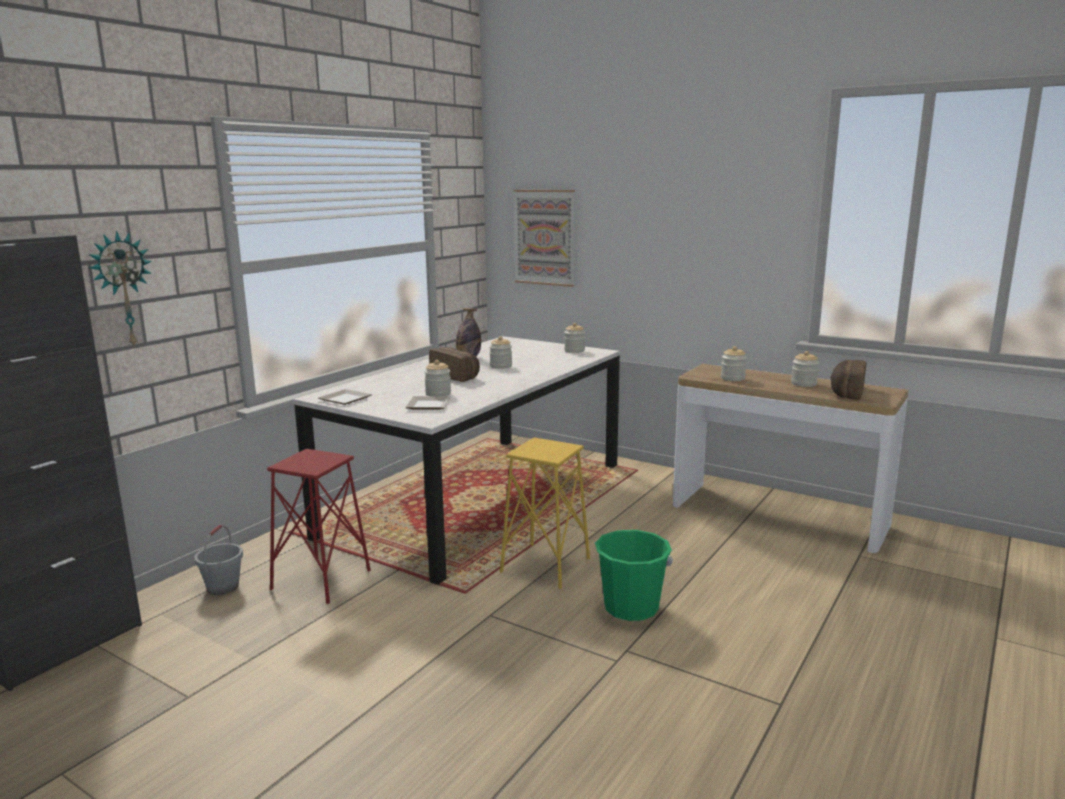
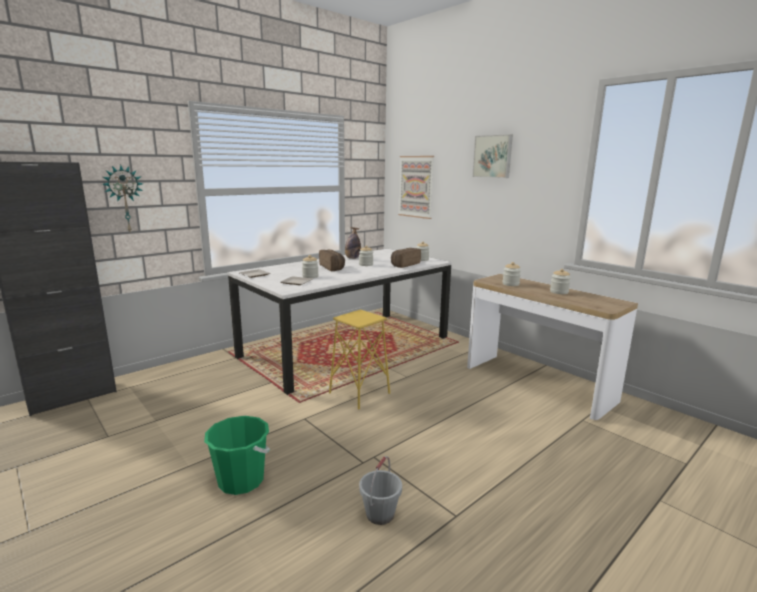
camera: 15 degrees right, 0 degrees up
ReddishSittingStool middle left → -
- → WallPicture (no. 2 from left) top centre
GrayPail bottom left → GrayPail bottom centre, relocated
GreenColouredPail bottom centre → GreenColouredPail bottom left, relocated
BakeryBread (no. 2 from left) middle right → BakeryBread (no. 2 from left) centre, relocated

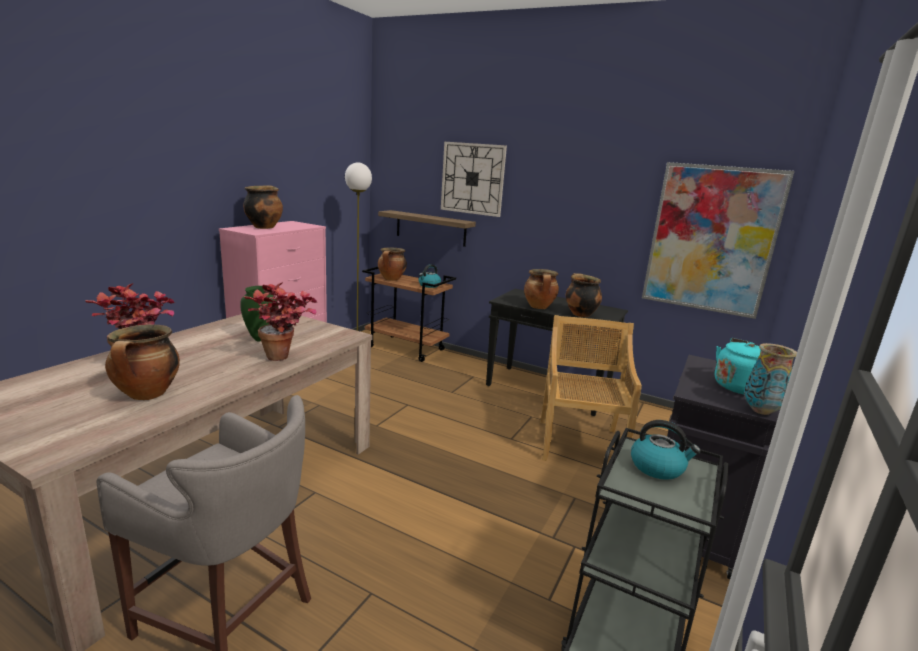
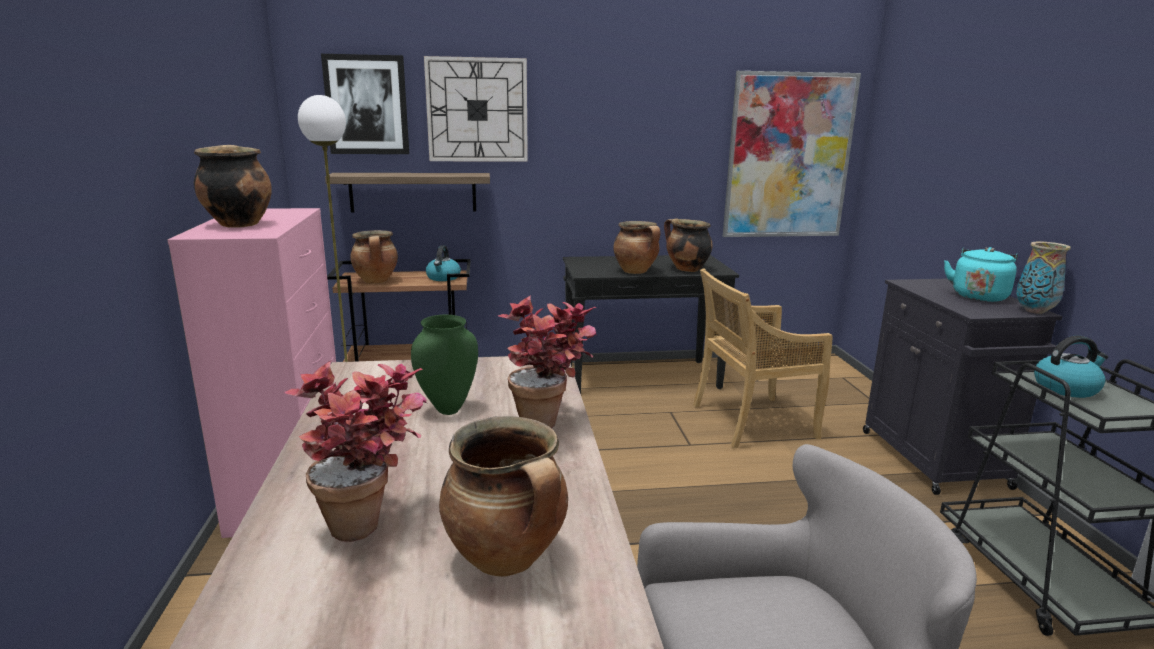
camera: 35 degrees left, 0 degrees up
- → WallPicture (no. 1 from left) top left
SandColouredUprightChair centre, 75 degrees counterclockwise

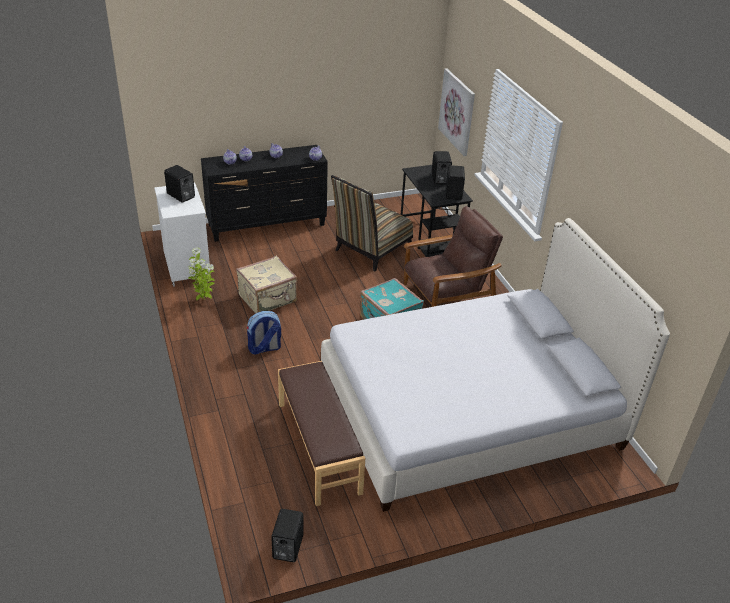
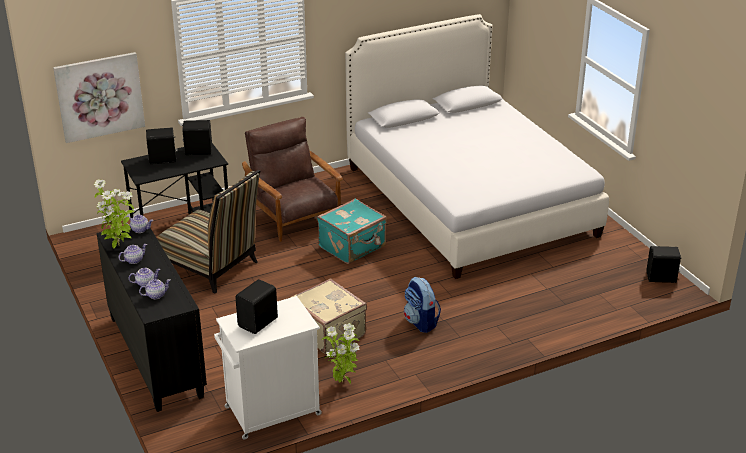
camera: 95 degrees left, 5 degrees down
BrownColouredLongSeat bottom centre → -
- → PottedPlant (no. 1 from left) middle left

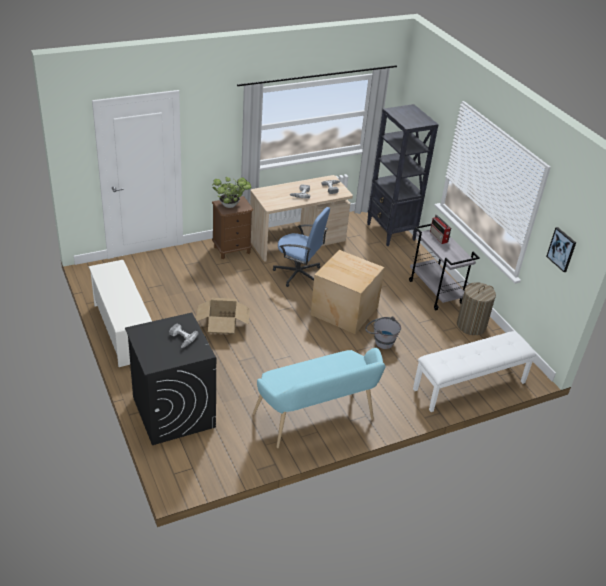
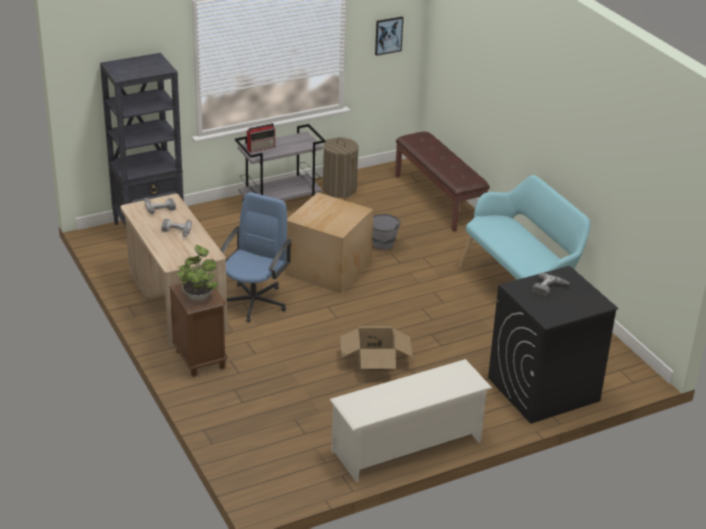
camera: 90 degrees left, 5 degrees down
WhiteColouredLongSeat middle right → BrownColouredLongSeat centre

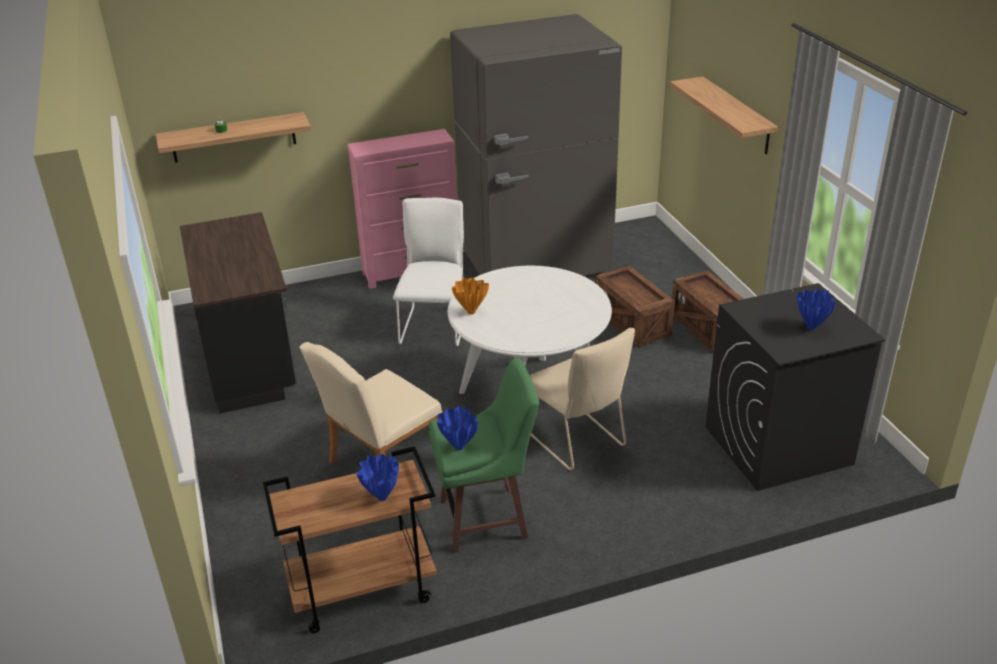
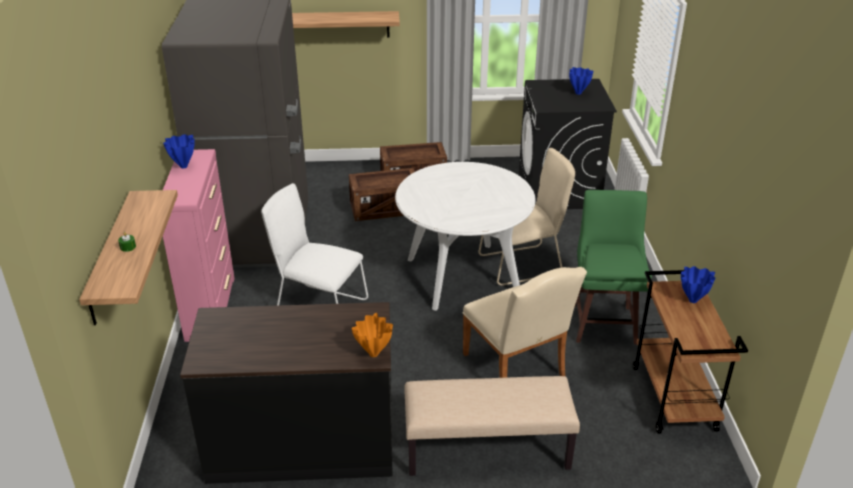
camera: 75 degrees left, 0 degrees up
- → SandColouredLongSeat bottom centre
BlueColouredFlowerVase (no. 2 from left in the first image) centre → BlueColouredFlowerVase (no. 1 from left) top left, relocated
OrangeyFlowerVase centre → OrangeyFlowerVase bottom centre, relocated

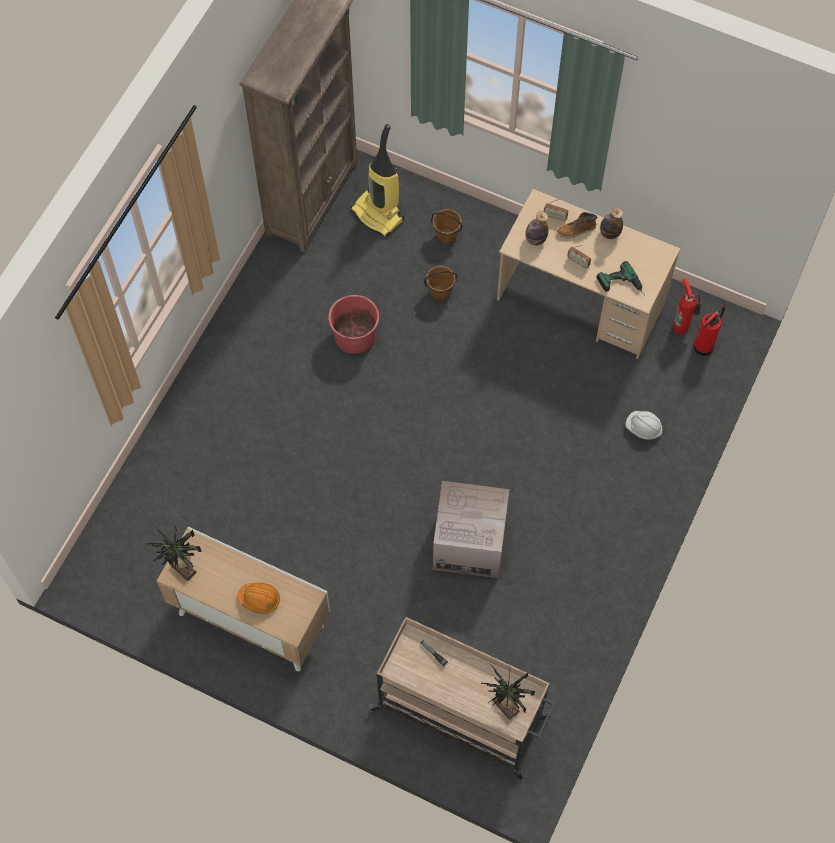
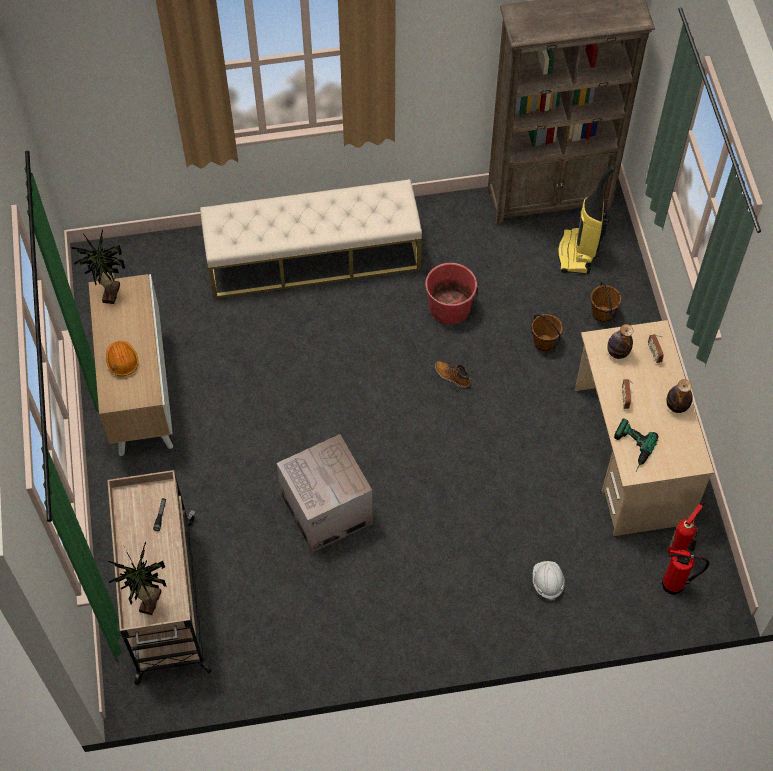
camera: 55 degrees right, 5 degrees down
- → SandColouredLongSeat top centre
TallBoot top right → TallBoot centre, relocated

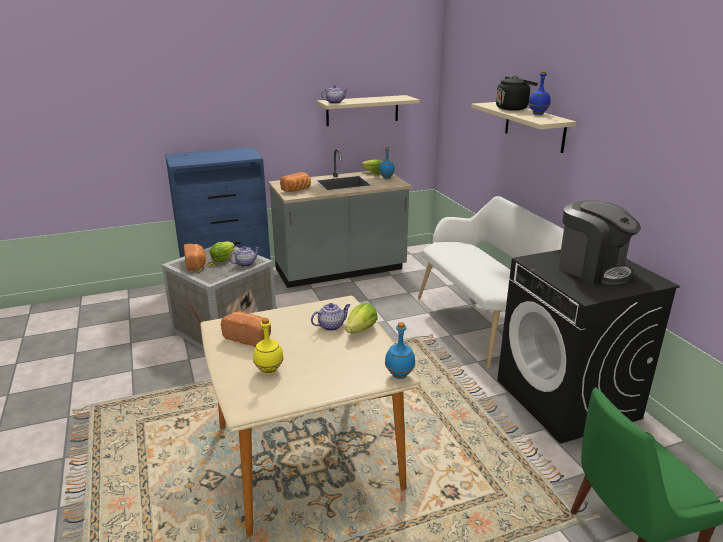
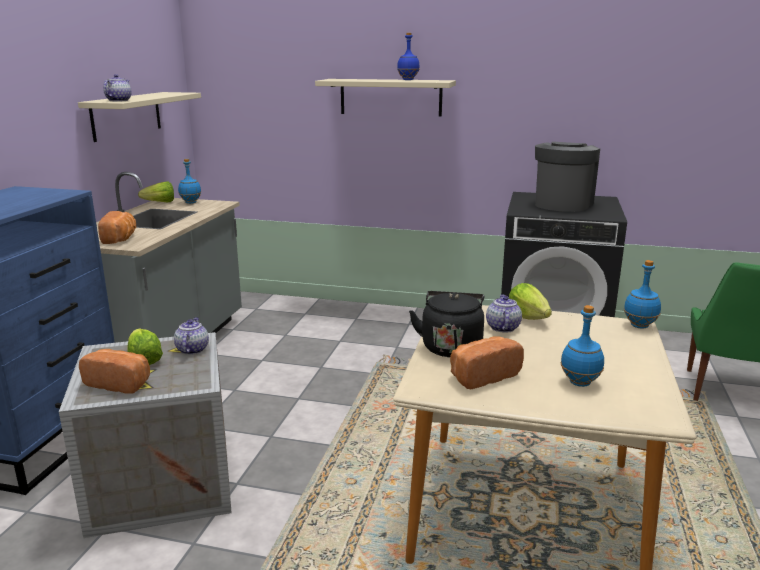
camera: 55 degrees left, 5 degrees down
WhiteColouredLongSeat middle right → -
BlackWaterKettle top right → BlackWaterKettle centre, relocated
YellowColouredDrinkBottle centre → BlueColouredDrinkBottle (no. 3 from left) middle right
CoffeeMaker middle right → CoffeeMaker top right, 60 degrees counterclockwise

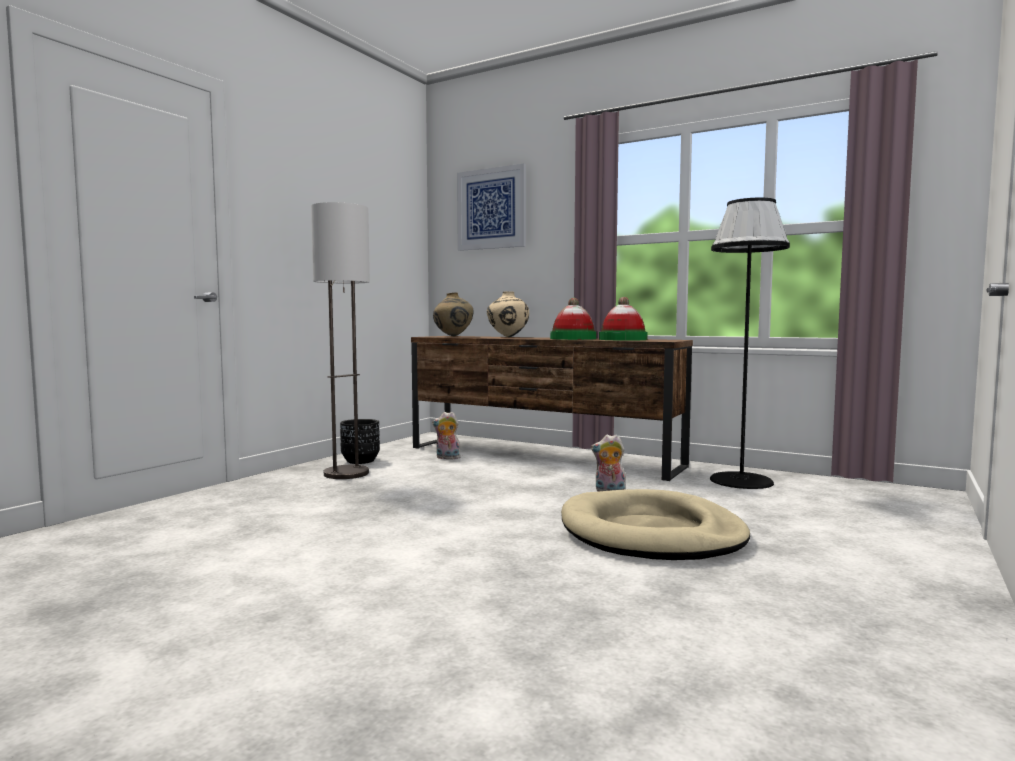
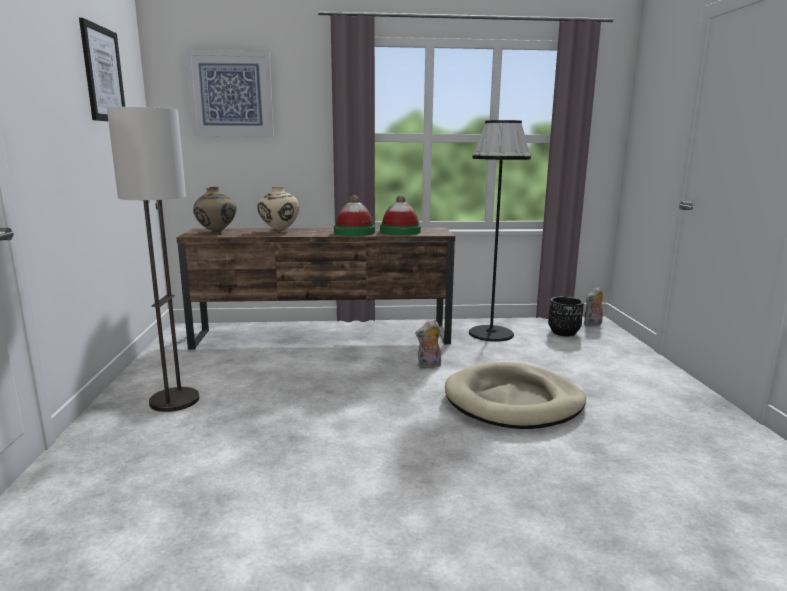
camera: 35 degrees left, 10 degrees up
- → WallPicture (no. 1 from left) top left
BlackFlowerPot centre → BlackFlowerPot middle right, relocated
CuddlyToy (no. 1 from left in the first image) centre → CuddlyToy (no. 2 from left) middle right, relocated

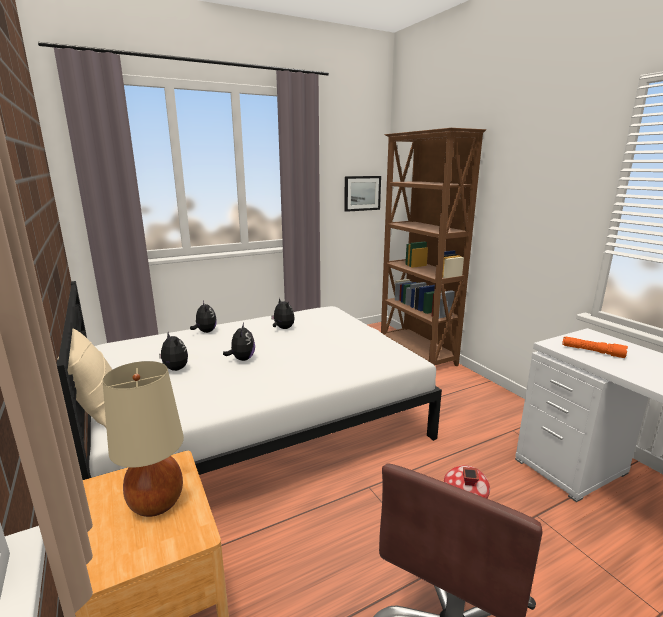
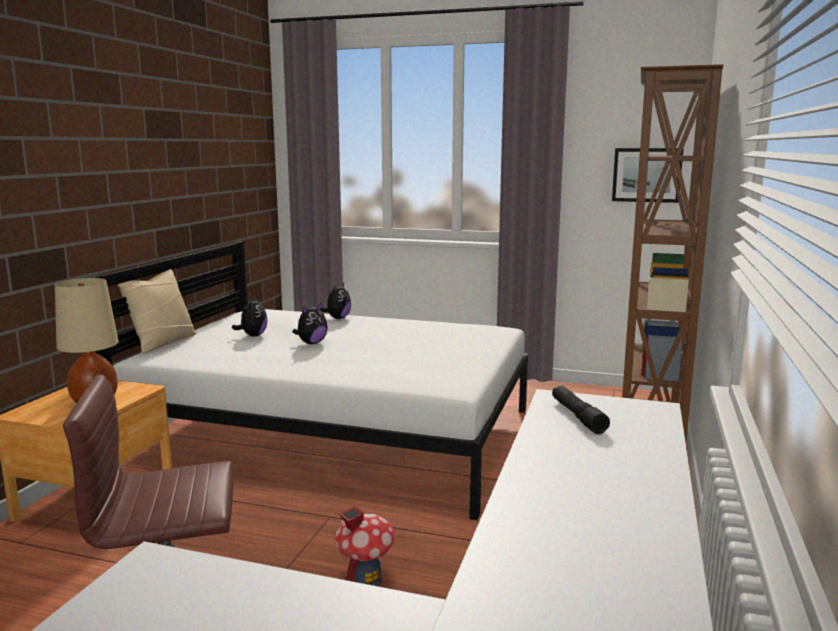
camera: 45 degrees right, 5 degrees down
CuddlyToy (no. 4 from left) centre → -
OrangeyTorch middle right → BlackTorch middle right

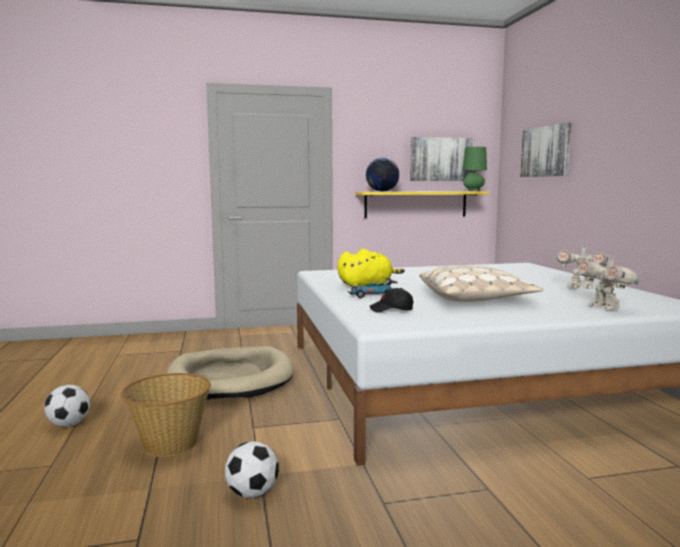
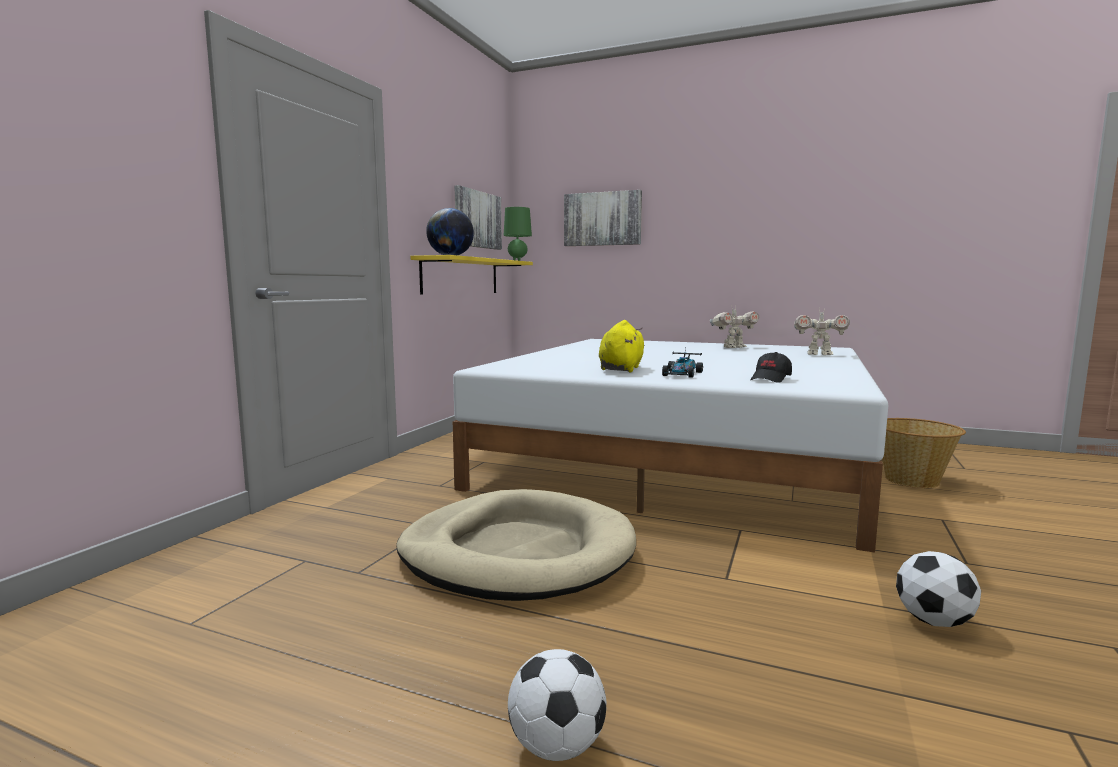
camera: 55 degrees left, 0 degrees up
SandColouredCushion middle right → -
Basket bottom left → Basket middle right, relocated

